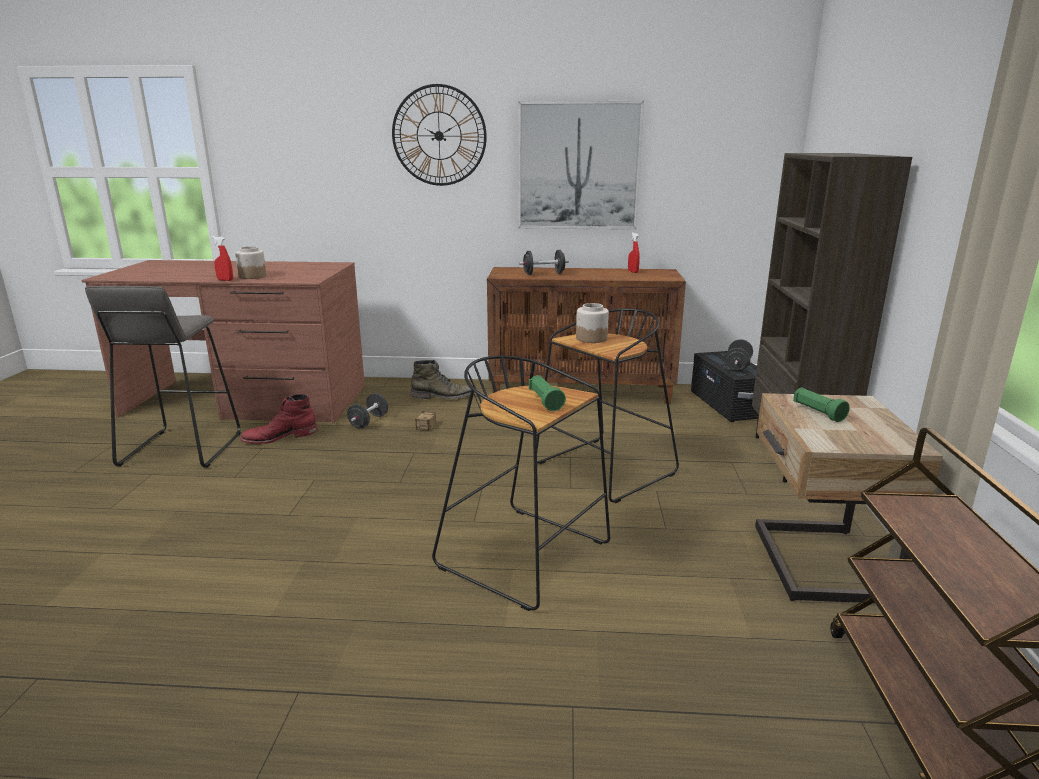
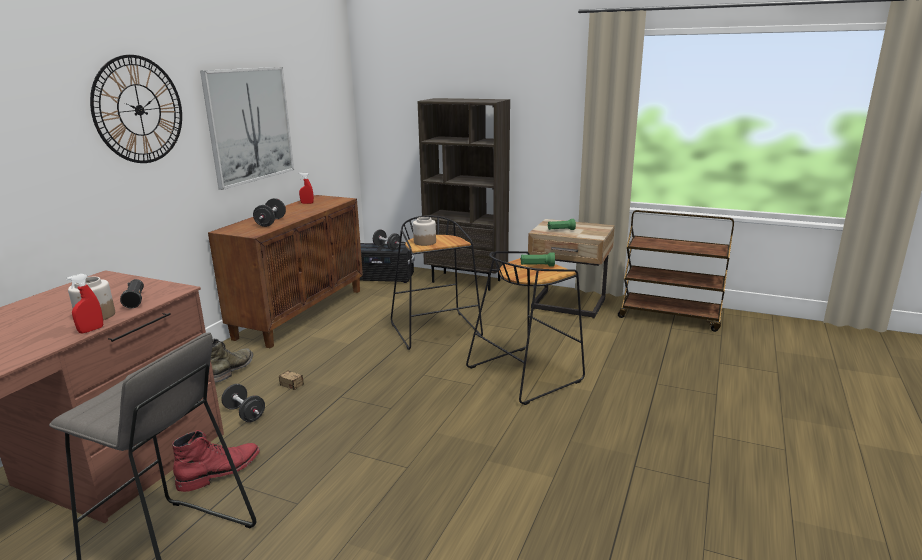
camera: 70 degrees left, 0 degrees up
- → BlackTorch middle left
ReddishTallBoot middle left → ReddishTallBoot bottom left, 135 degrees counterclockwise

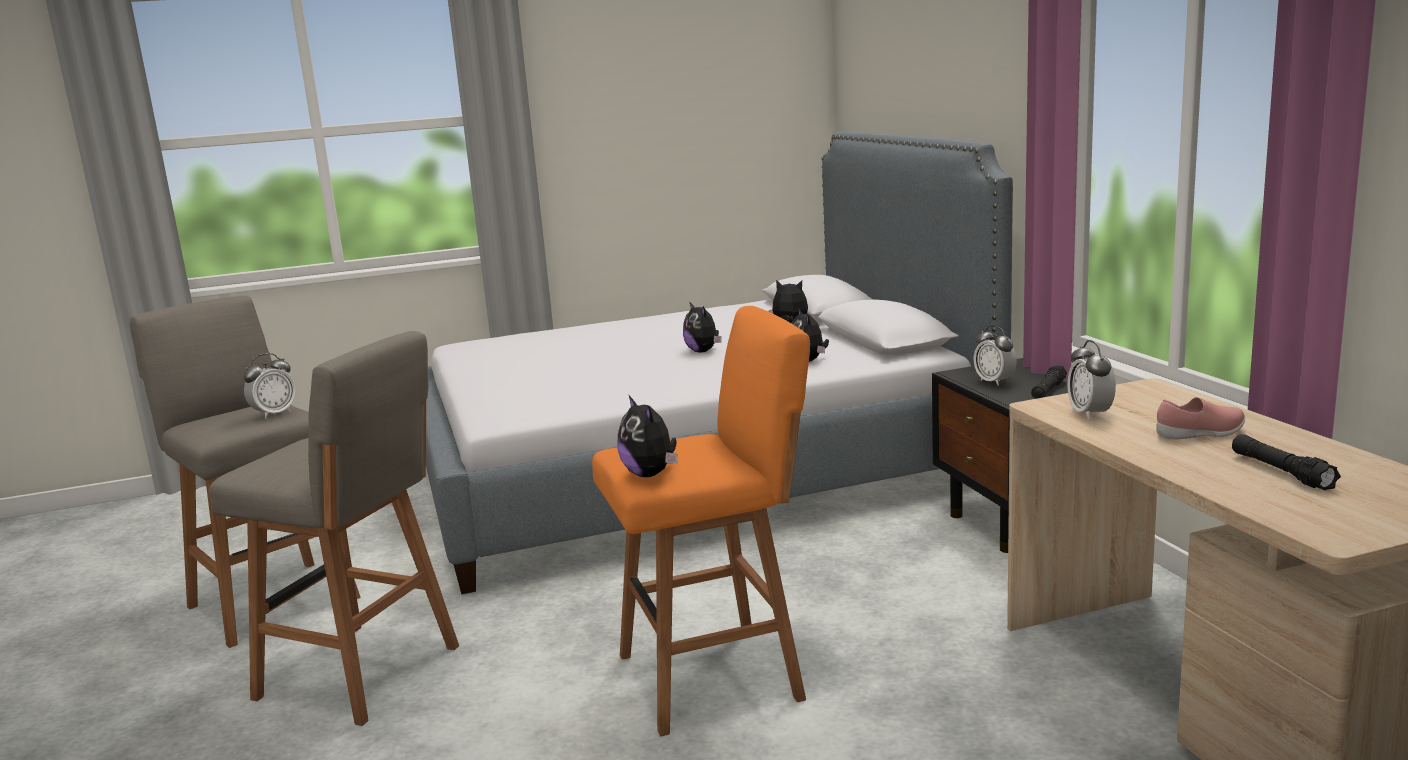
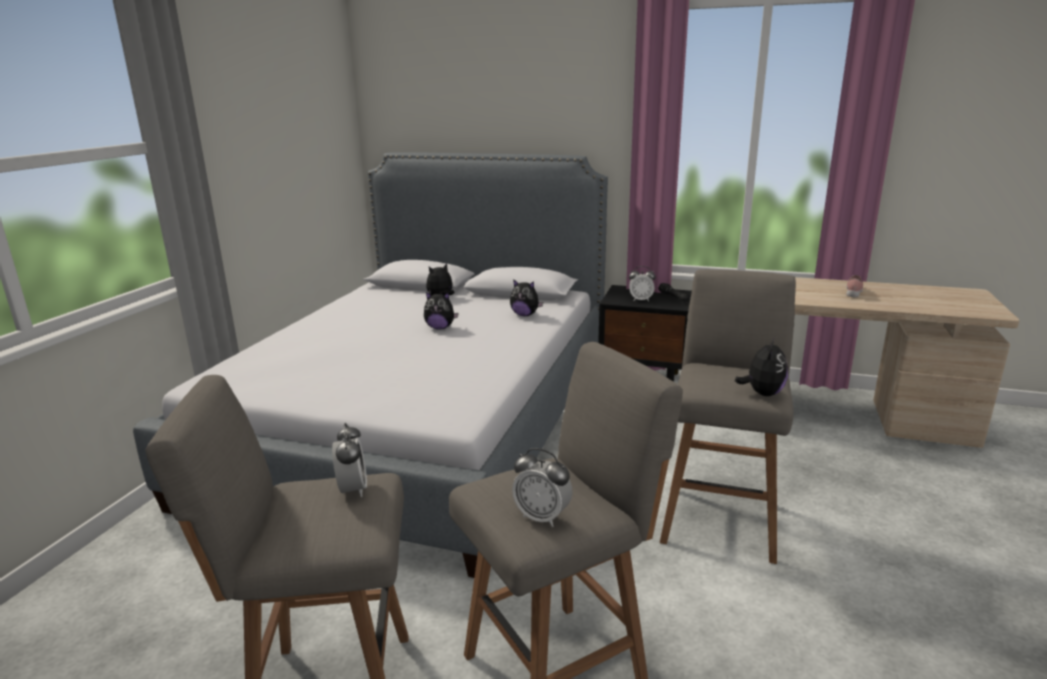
camera: 55 degrees left, 5 degrees up
BlackTorch (no. 2 from left) middle right → -
BedsideClock (no. 3 from left in the first image) middle right → BedsideClock (no. 2 from left) bottom centre, relocated
OrangeySittingStool bottom centre → GraySittingStool (no. 3 from left) middle right
CuddlyToy (no. 1 from left in the first image) centre → CuddlyToy (no. 4 from left) middle right, 75 degrees counterclockwise

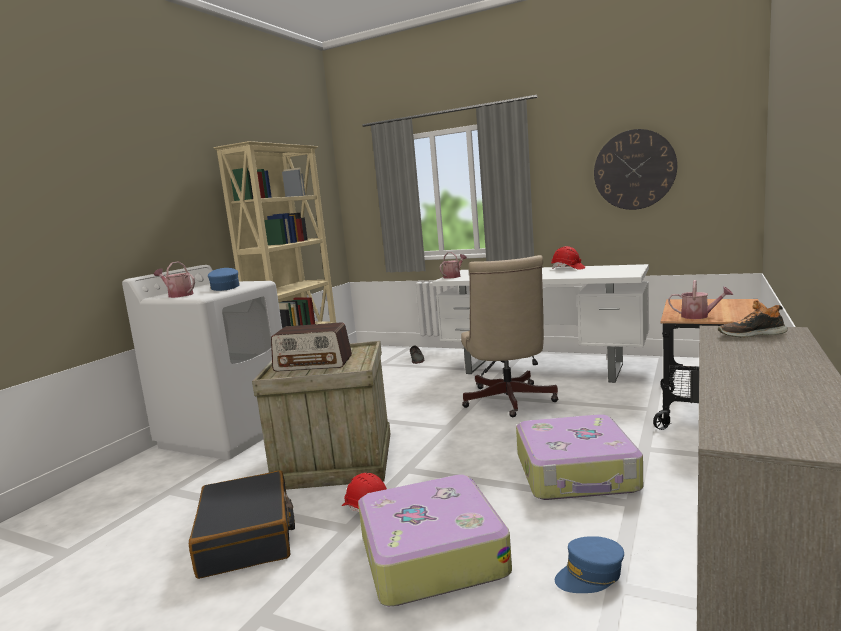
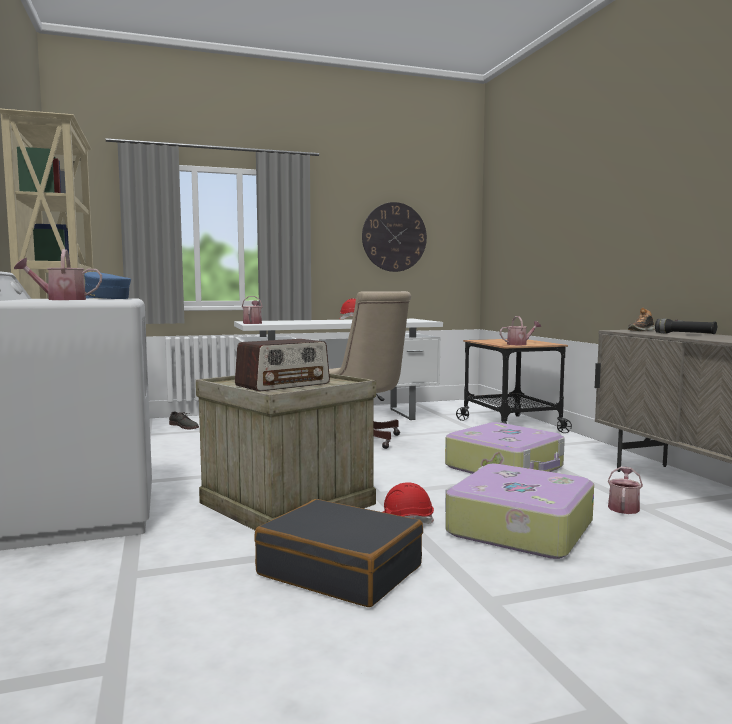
camera: 45 degrees left, 5 degrees down
- → BlackTorch middle right
BlueColouredBaseballCap (no. 2 from left) bottom right → SprinklingCan (no. 4 from left) bottom right

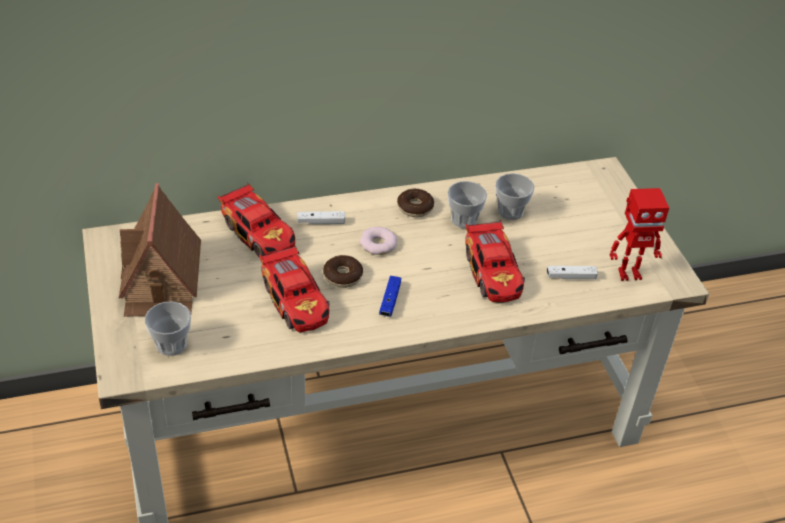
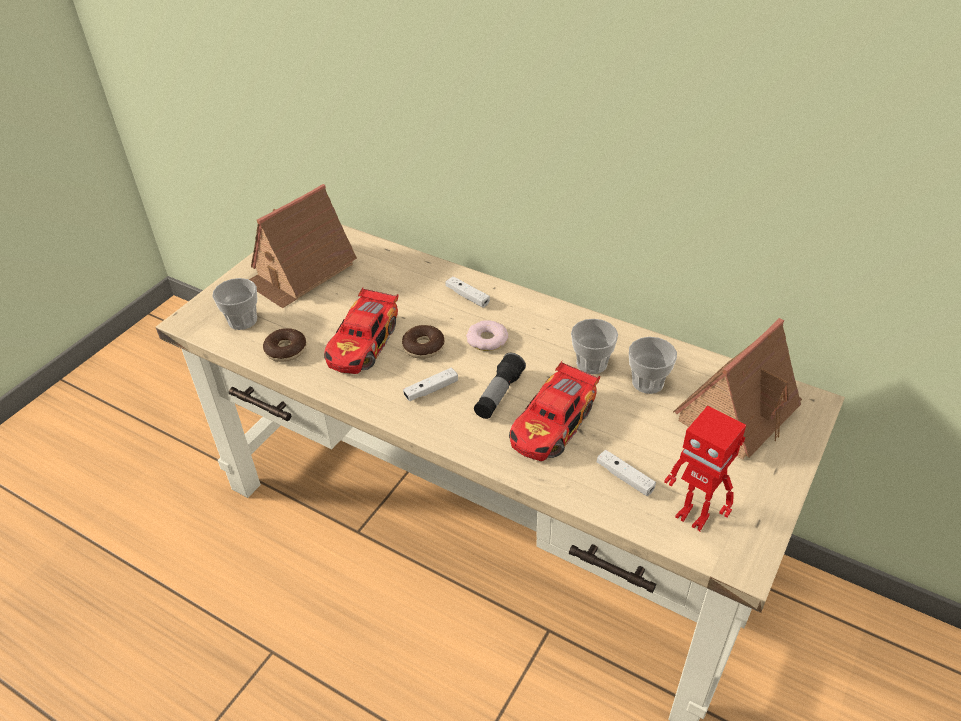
camera: 50 degrees right, 0 degrees up
ToyCar (no. 1 from left) middle left → -
- → Torch centre
- → ModelHouse (no. 2 from left) middle right
Donut (no. 3 from left in the first image) centre → Donut (no. 1 from left) middle left, relocated
BlueColouredJoypad centre → WhiteColouredJoypad (no. 1 from left) centre

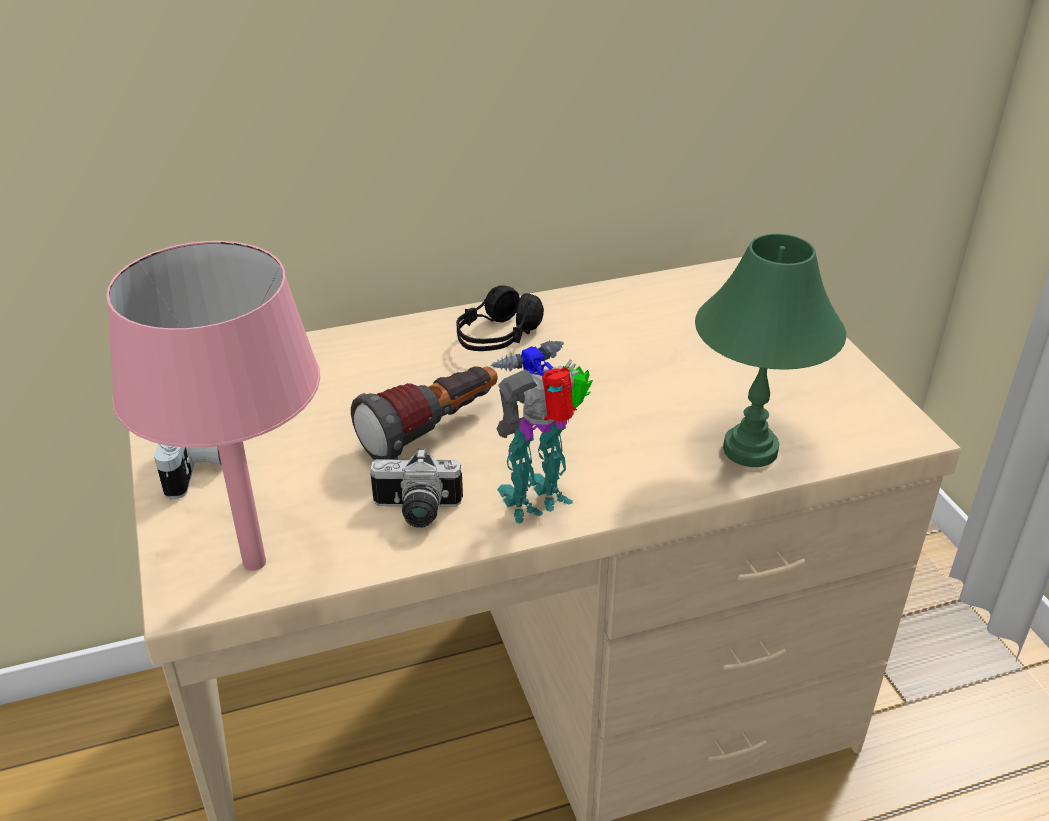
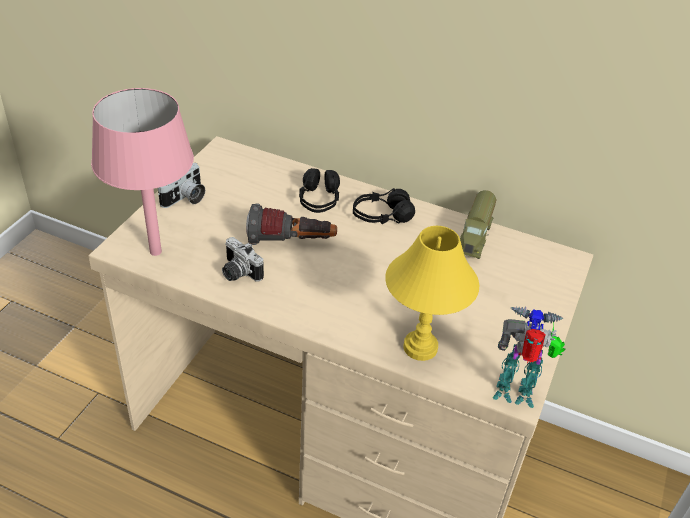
camera: 40 degrees right, 5 degrees up
- → BlackPairOfHeadphones (no. 1 from left) centre
- → ModelTruck middle right
ToyRobot centre → ToyRobot bottom right, relocated
GreenColouredTableLamp middle right → YellowColouredTableLamp centre

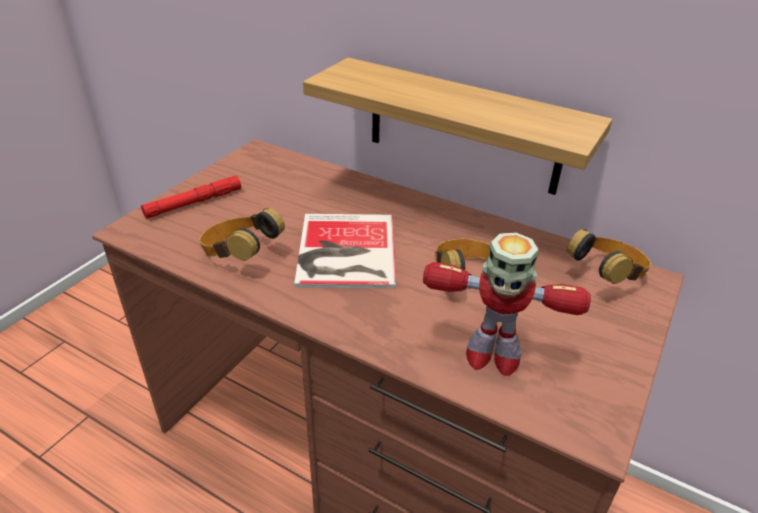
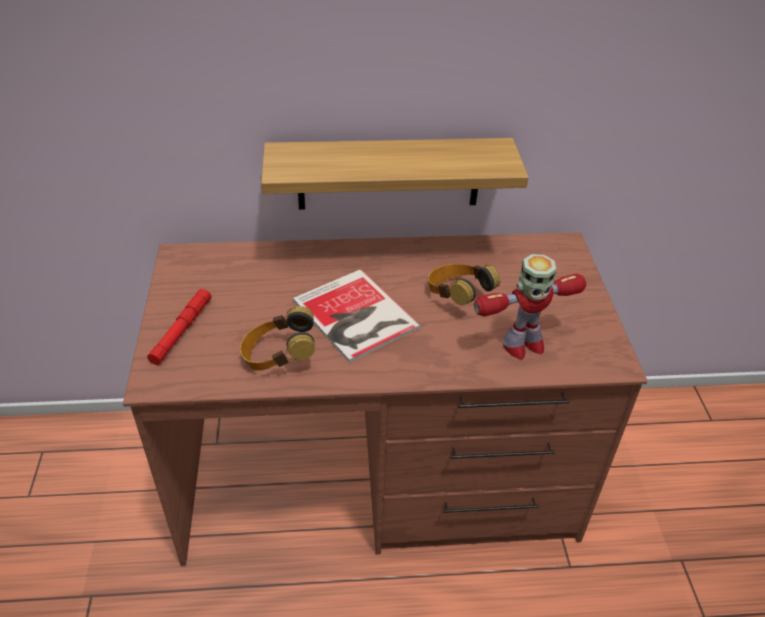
camera: 35 degrees left, 5 degrees up
PairOfHeadphones (no. 3 from left) middle right → -

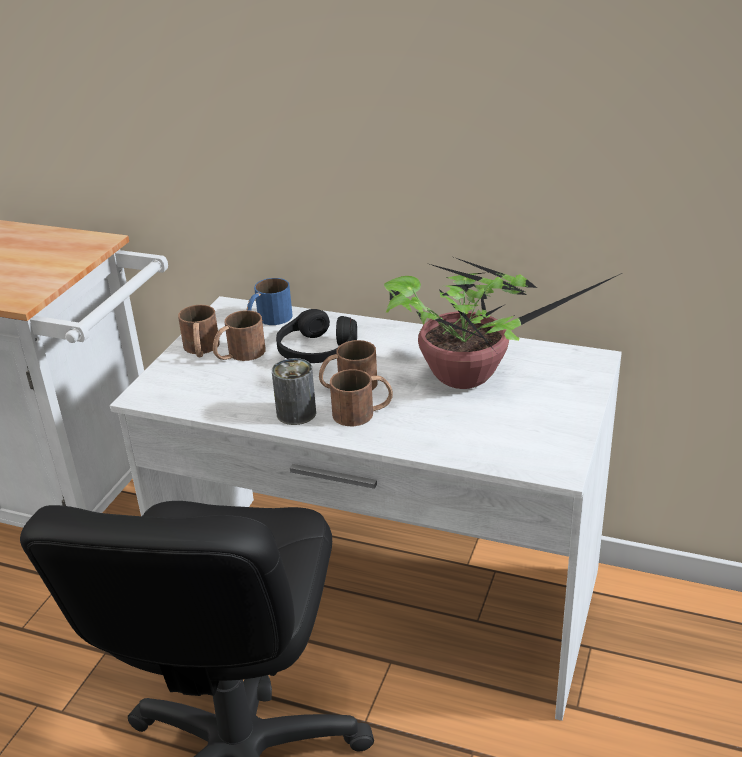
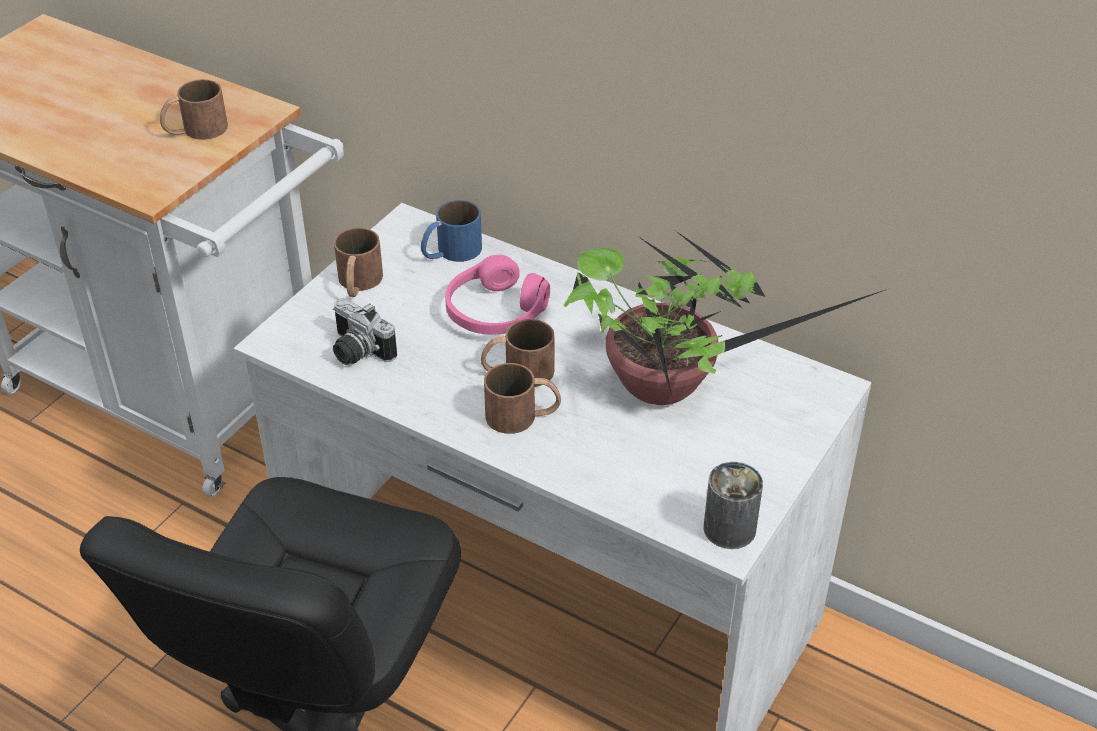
camera: 10 degrees right, 10 degrees up
- → PhotoCamera middle left
BrownColouredTeaMug (no. 2 from left in the first image) middle left → BrownColouredTeaMug (no. 1 from left) top left, relocated
Can centre → Can bottom right, relocated
BlackPairOfHeadphones centre → PinkColouredPairOfHeadphones centre

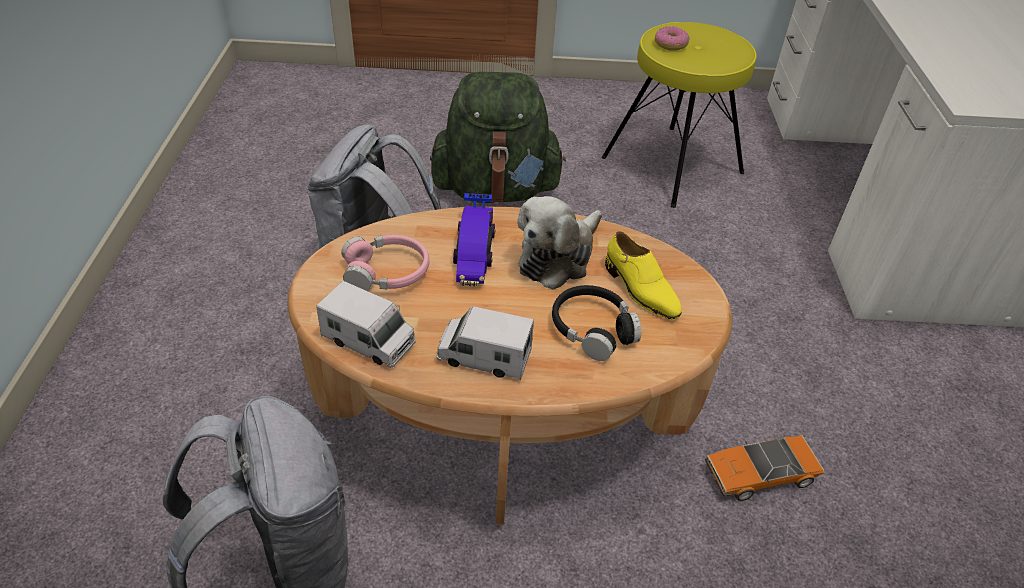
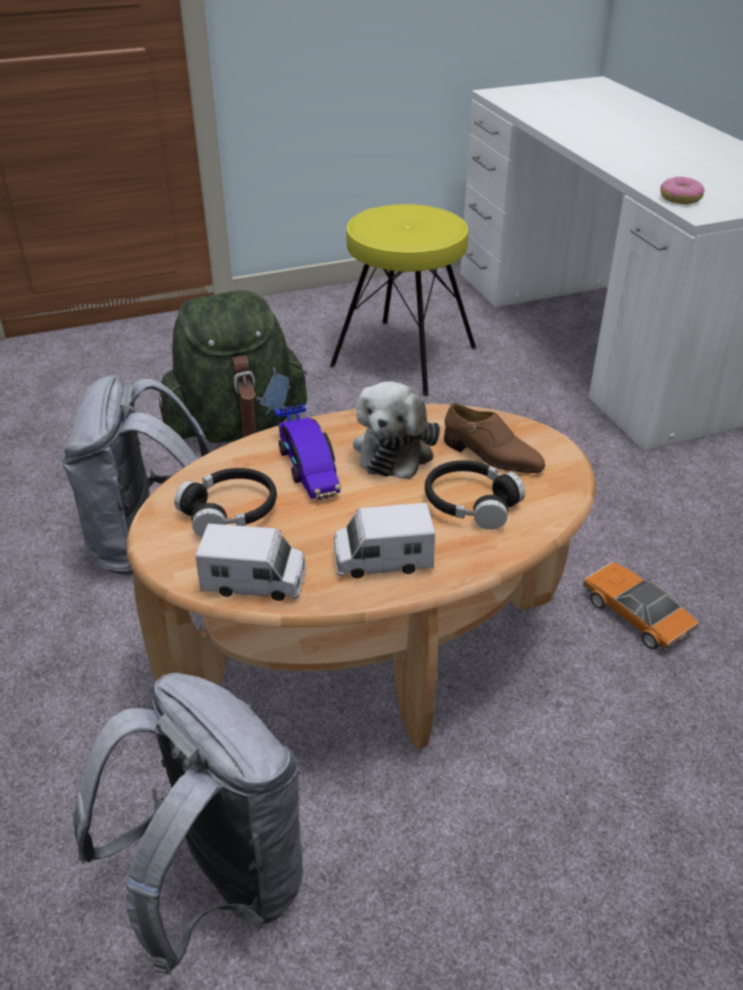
camera: 20 degrees left, 5 degrees down
Donut top centre → Donut top right, relocated
PinkColouredPairOfHeadphones centre → BlackPairOfHeadphones (no. 1 from left) middle left
YellowColouredItemOfFootwear centre → BrownColouredItemOfFootwear centre
ToyCar (no. 2 from left) bottom right → ToyCar (no. 2 from left) middle right, 90 degrees clockwise

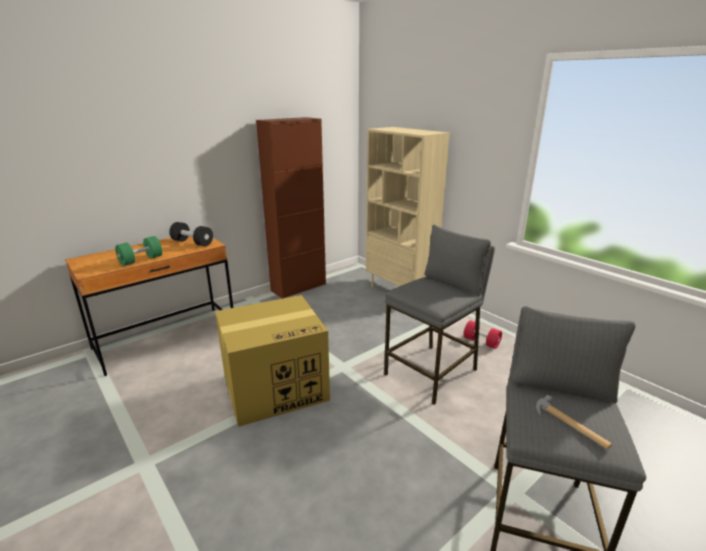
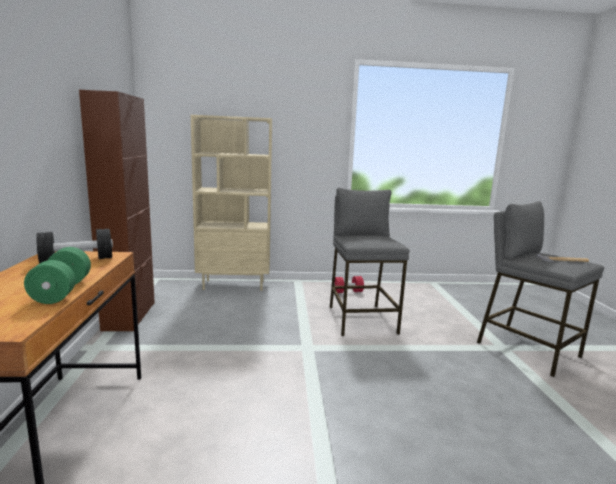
camera: 55 degrees left, 10 degrees down
PackingBox centre → -

